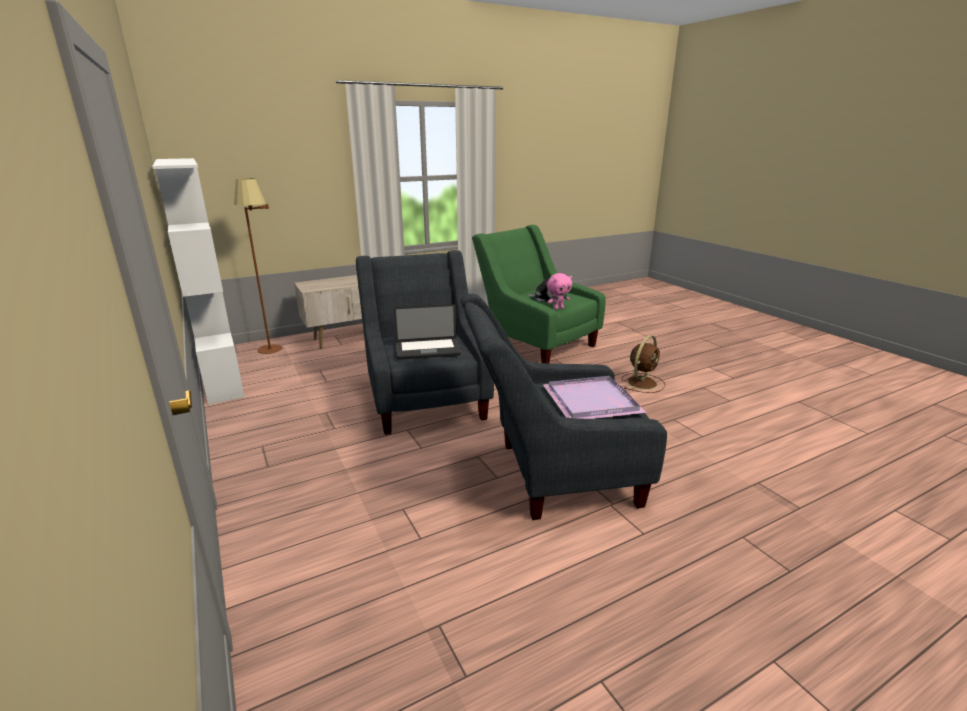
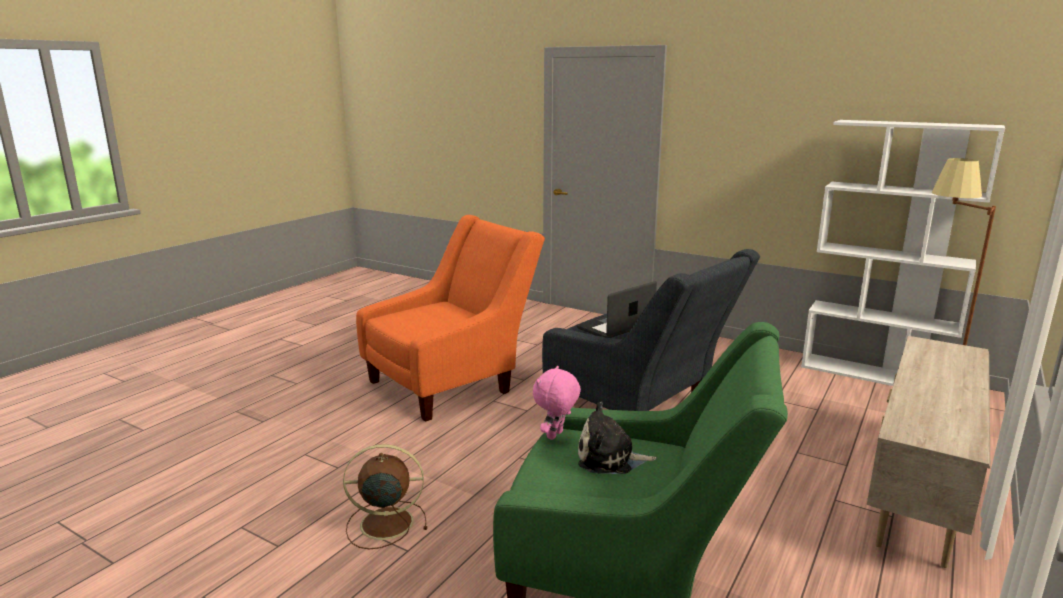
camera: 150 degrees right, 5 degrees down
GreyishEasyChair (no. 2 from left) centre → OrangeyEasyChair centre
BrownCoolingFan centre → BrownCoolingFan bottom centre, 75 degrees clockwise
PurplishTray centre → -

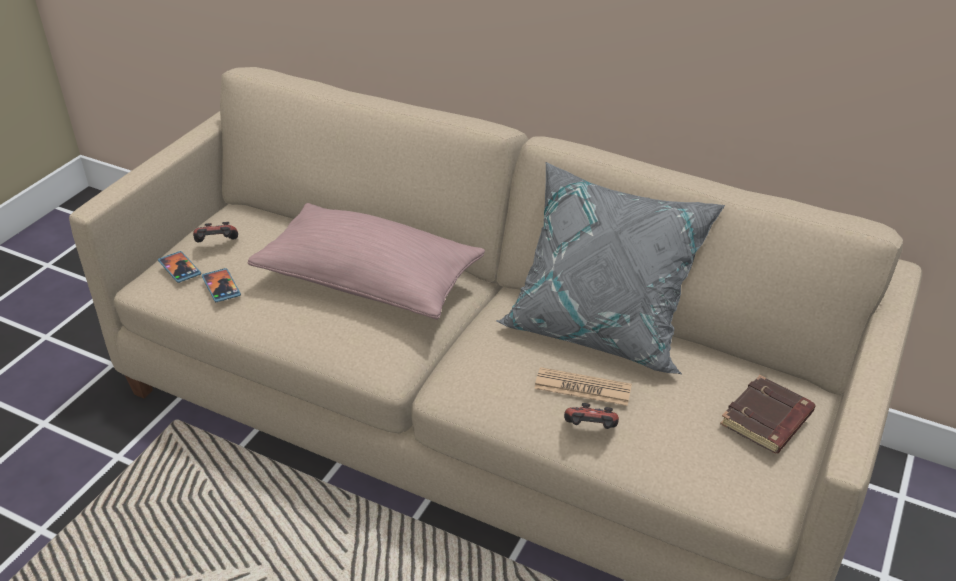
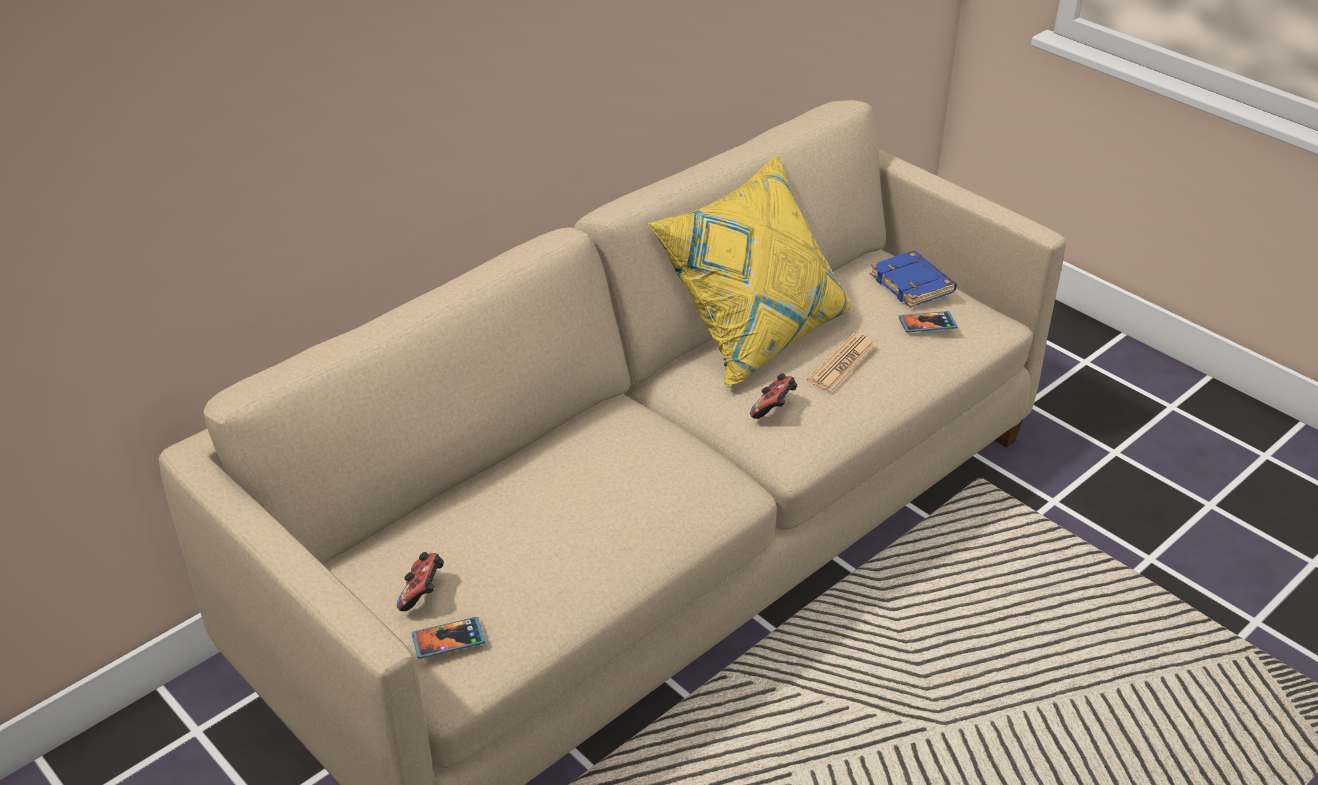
camera: 70 degrees left, 0 degrees up
GreyishCushion centre → YellowCushion centre
PinkCushion centre → -
Telephone (no. 2 from left) middle left → Telephone (no. 2 from left) middle right, shifted
BrownBook bottom right → BlueColouredBook middle right
Gamepad (no. 2 from left) bottom centre → Gamepad (no. 2 from left) centre, shifted

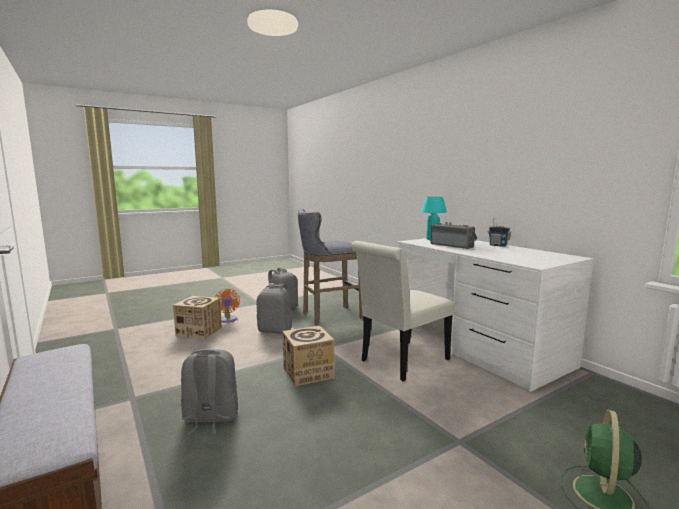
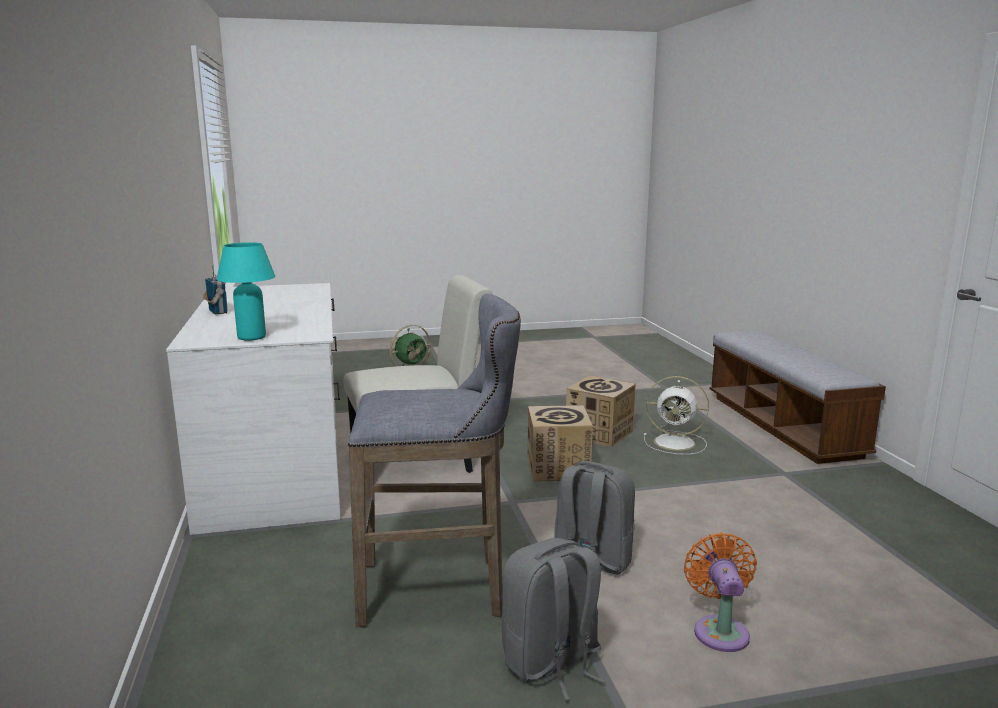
camera: 160 degrees left, 5 degrees up
Radio (no. 1 from left) middle right → -
PackingBox (no. 1 from left in the first image) middle left → PackingBox (no. 2 from left) centre, shifted
GreyishBackpack (no. 1 from left) bottom left → WhiteColouredCoolingFan middle right

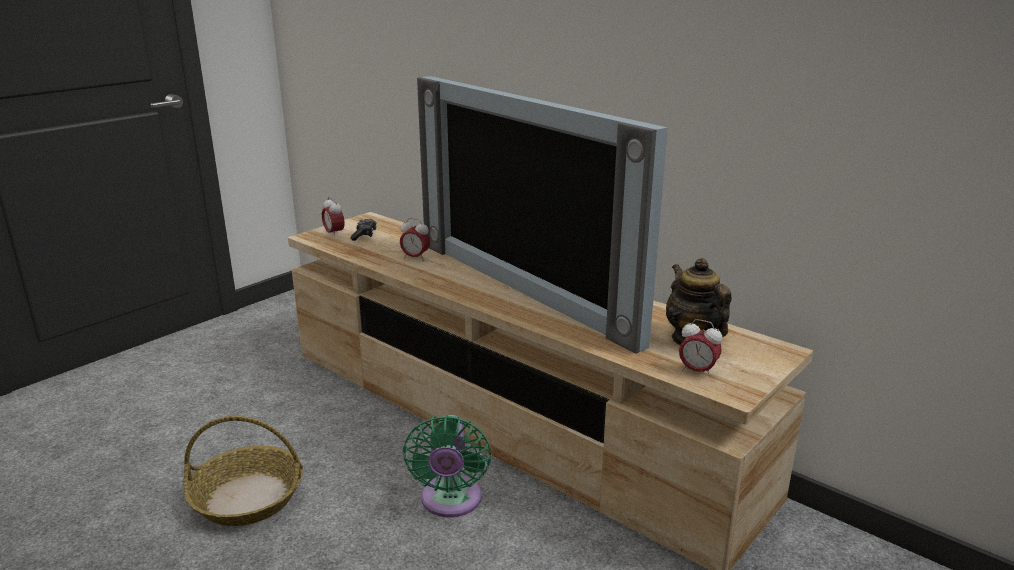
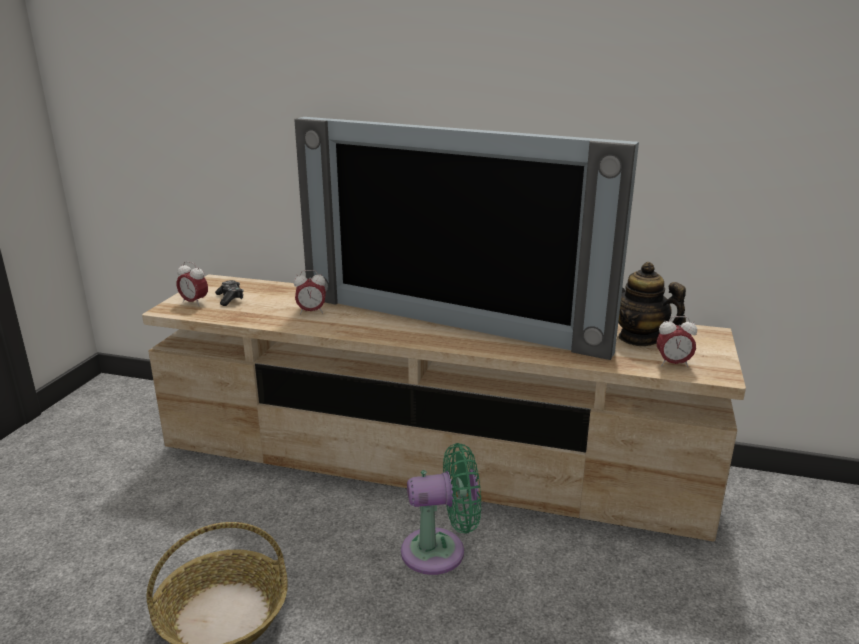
camera: 25 degrees left, 0 degrees up
GreenishCoolingFan bottom centre, 75 degrees counterclockwise

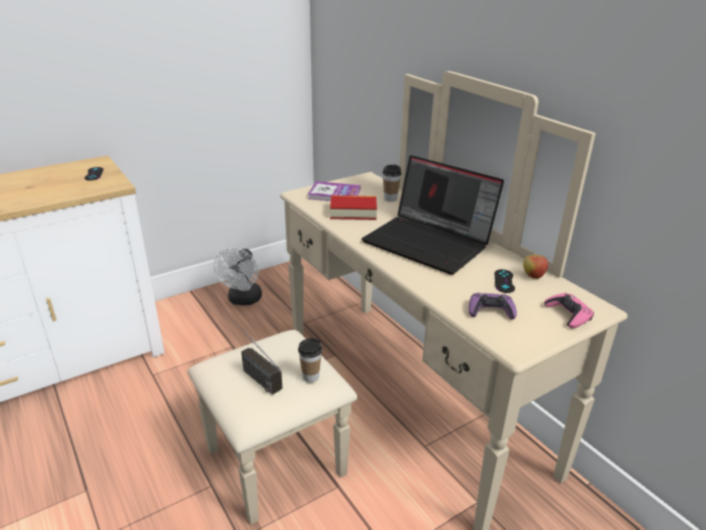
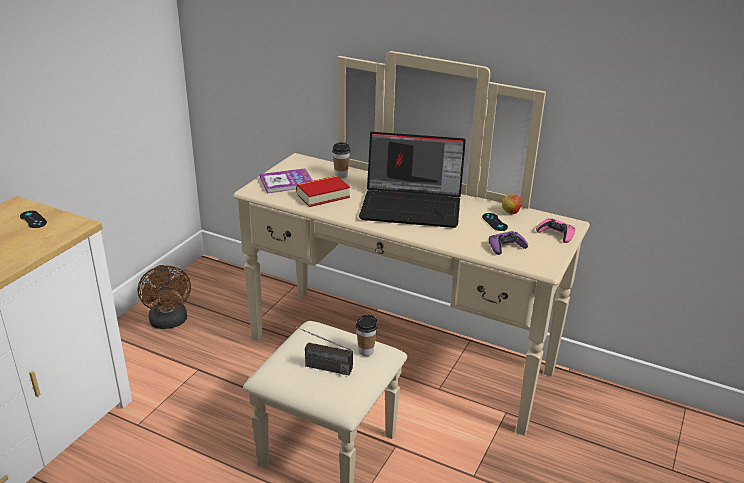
camera: 30 degrees left, 0 degrees up
WhiteColouredCoolingFan centre → BrownCoolingFan middle left

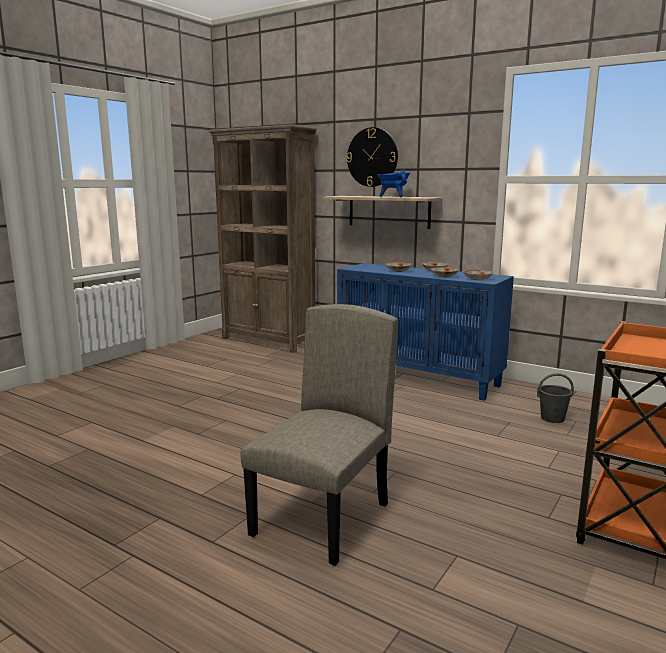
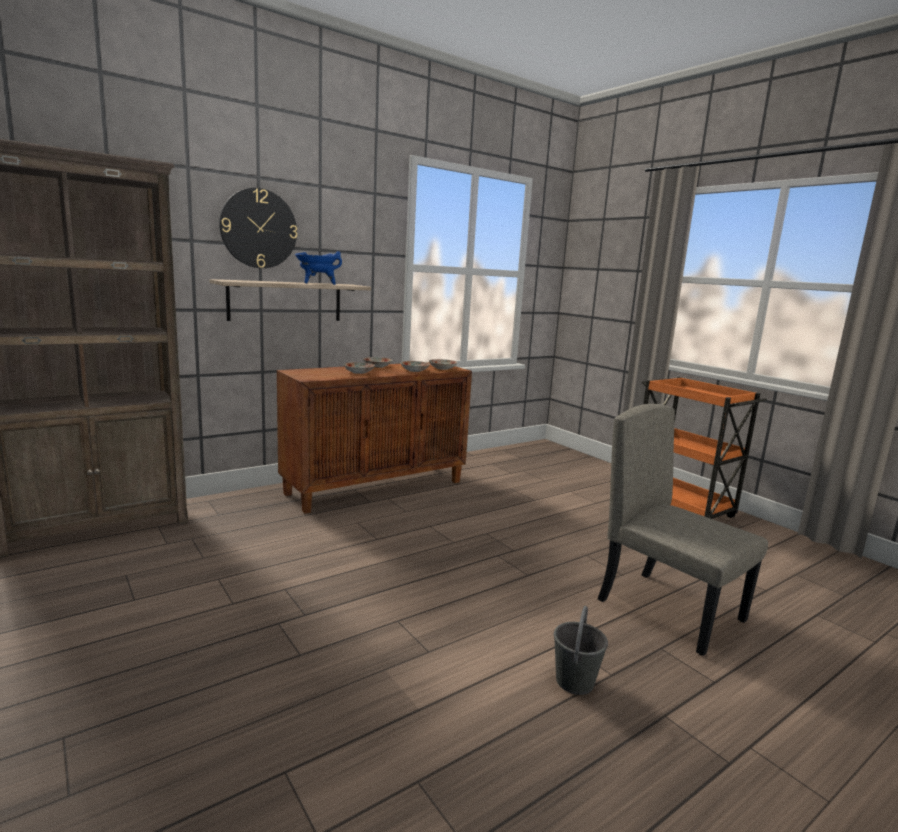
camera: 70 degrees left, 0 degrees up
BlueColouredStorageCabinet centre → BrownStorageCabinet centre
GreyishWaterBucket middle right → GreyishWaterBucket bottom centre, shifted

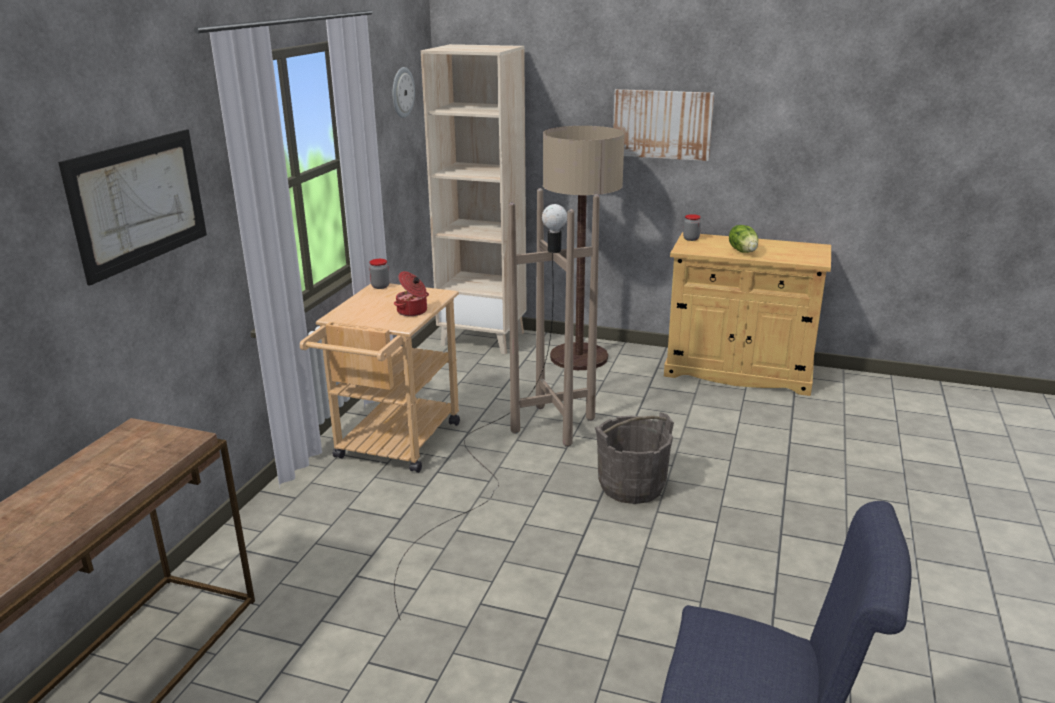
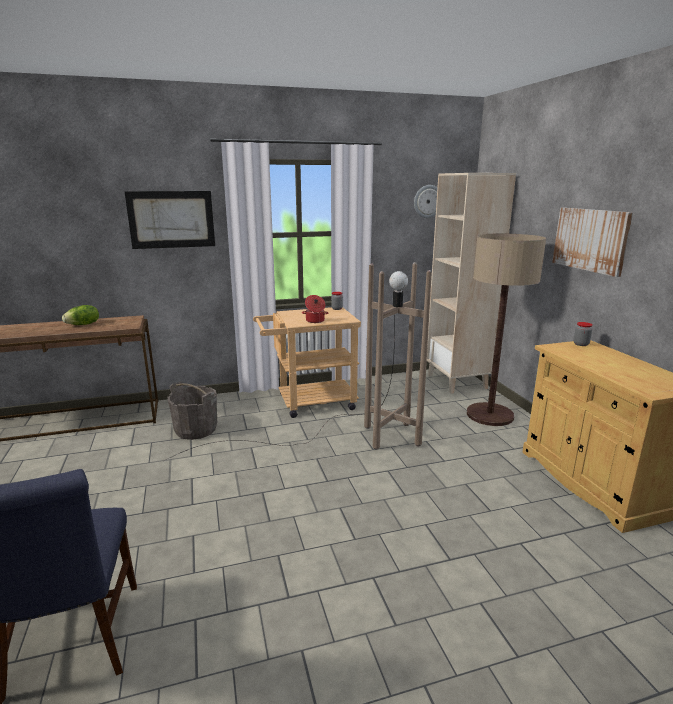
camera: 55 degrees right, 5 degrees down
HeadOfLettuce middle right → HeadOfLettuce middle left, shifted
GreyishWaterBucket centre → GreyishWaterBucket middle left, shifted

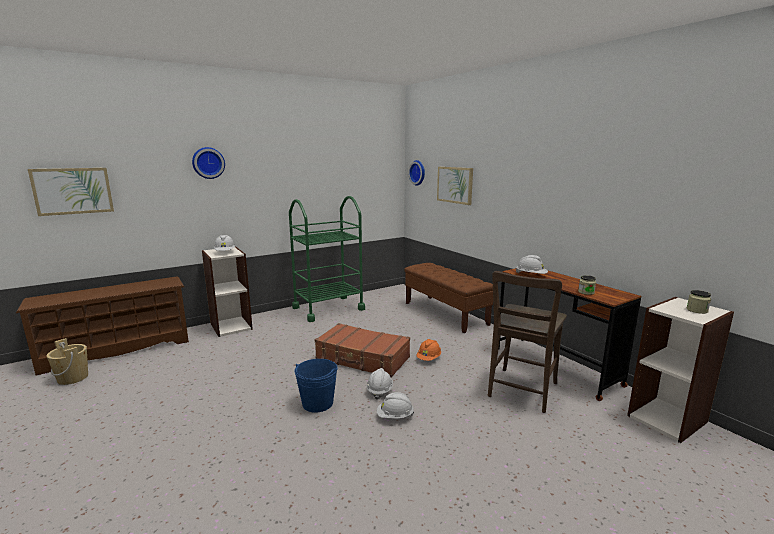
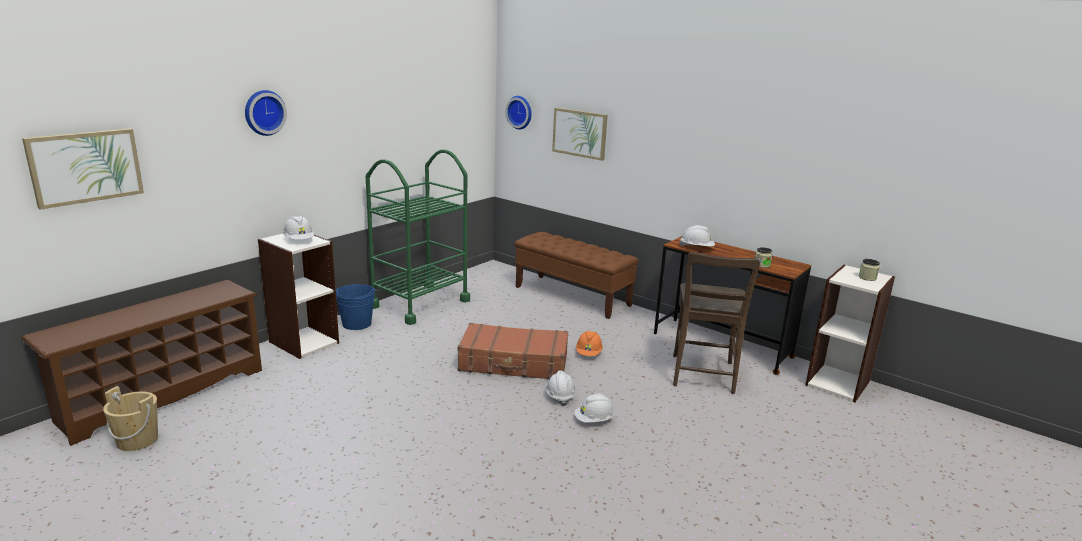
camera: 20 degrees left, 5 degrees up
BlueColouredWaterBucket bottom centre → BlueColouredWaterBucket middle left, shifted

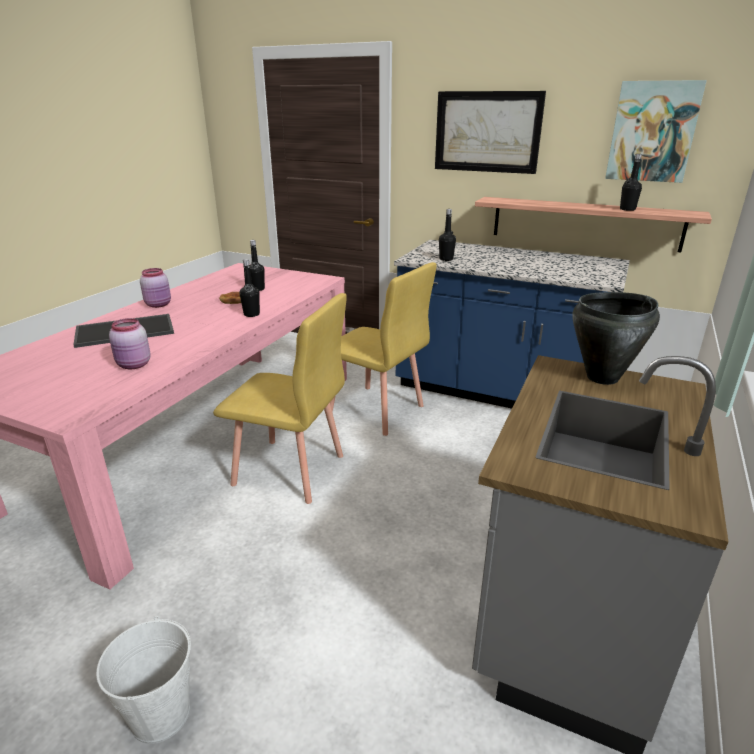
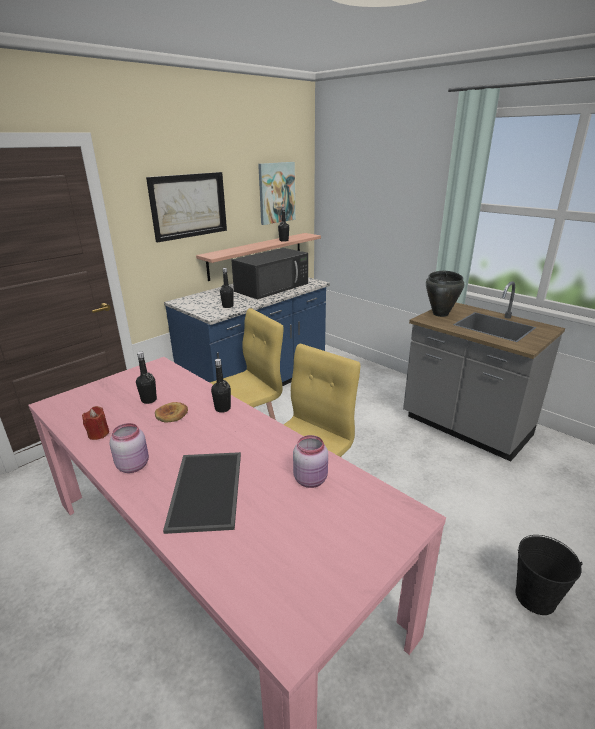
camera: 70 degrees left, 0 degrees up
WhiteColouredWaterBucket bottom left → BlackishWaterBucket bottom right
- → BlackishMicrowave centre
- → RedColouredWaxLight middle left

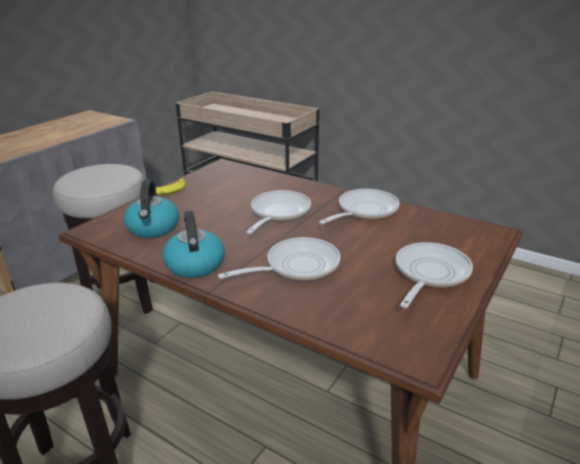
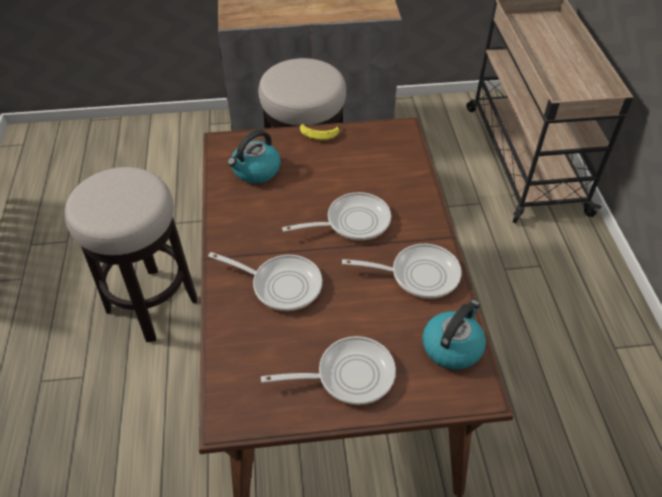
camera: 50 degrees right, 20 degrees up
Kettle (no. 2 from left) centre → Kettle (no. 2 from left) bottom right, shifted

